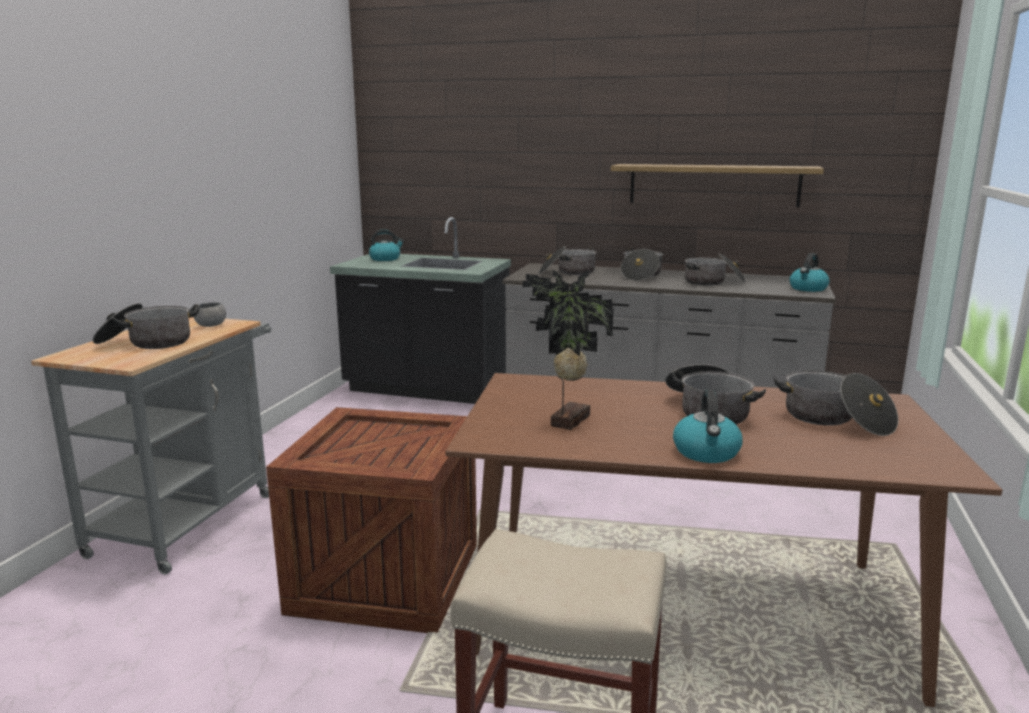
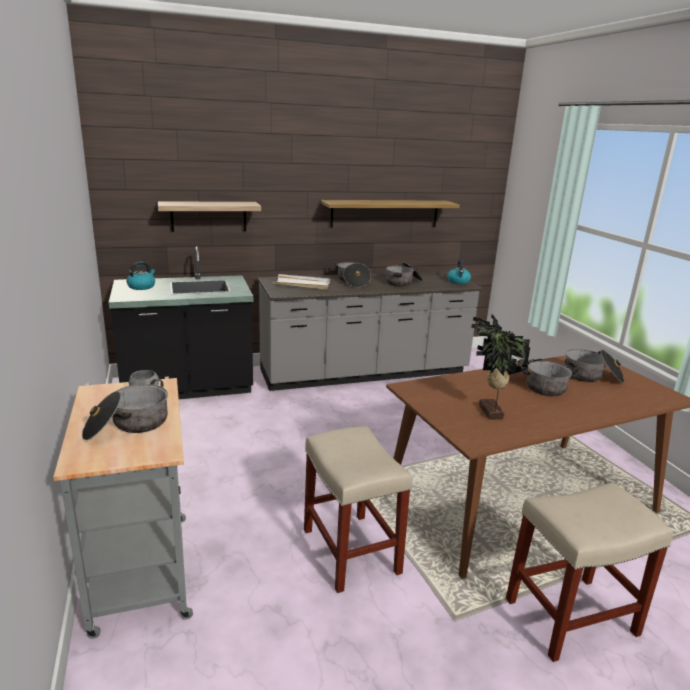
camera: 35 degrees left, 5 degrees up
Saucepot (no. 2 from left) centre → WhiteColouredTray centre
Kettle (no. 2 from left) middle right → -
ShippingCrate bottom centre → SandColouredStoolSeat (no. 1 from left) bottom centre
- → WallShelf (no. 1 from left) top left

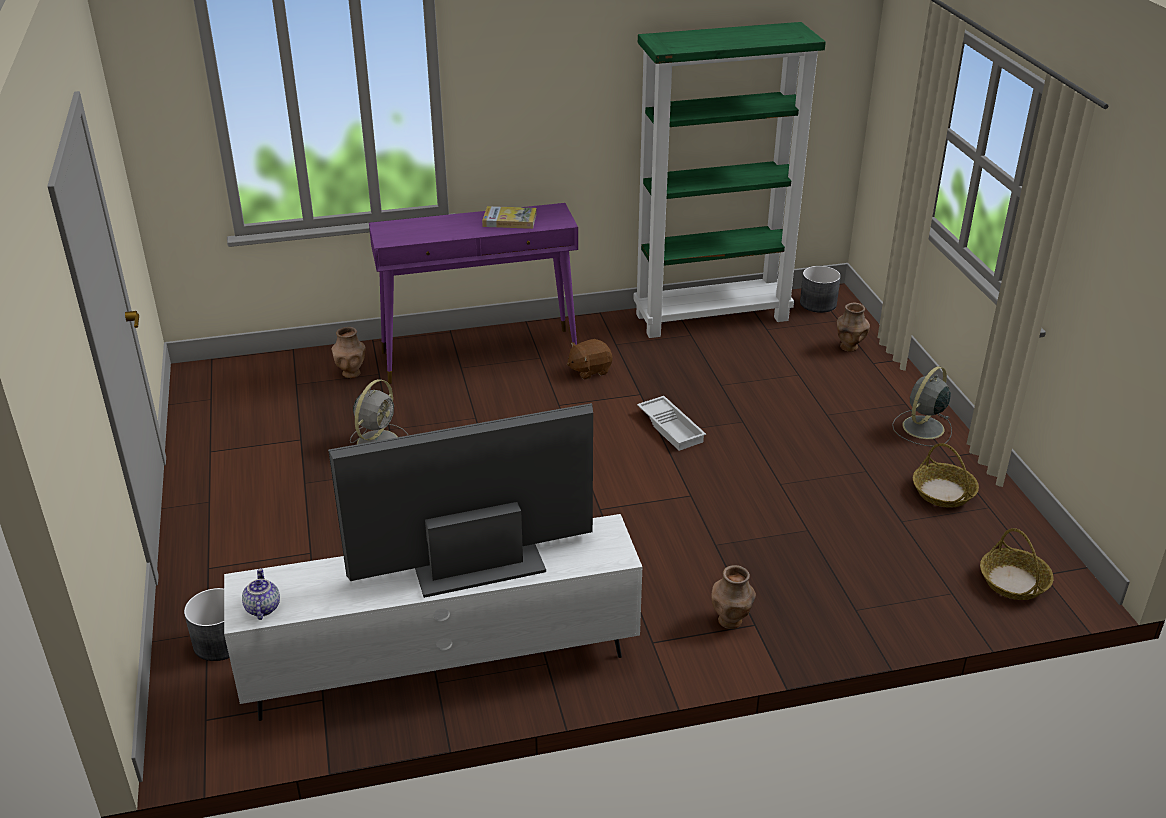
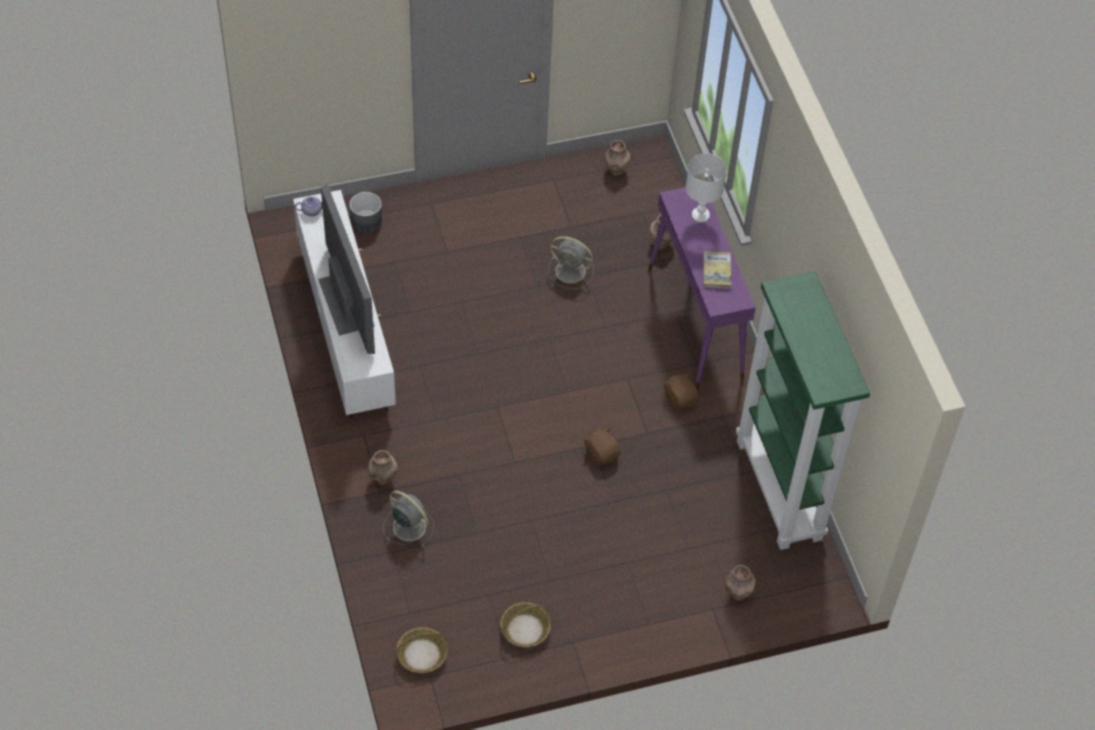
camera: 85 degrees right, 20 degrees up
GreyishFlowerPot (no. 2 from left) middle right → -
GreyishCoolingFan (no. 2 from left in the first image) middle right → GreyishCoolingFan (no. 1 from left) bottom centre, shifted
WhiteColouredTray centre → BrownSoftToy (no. 1 from left) centre
- → BrownVase (no. 2 from left) top centre
- → WhiteColouredLampForATable top centre

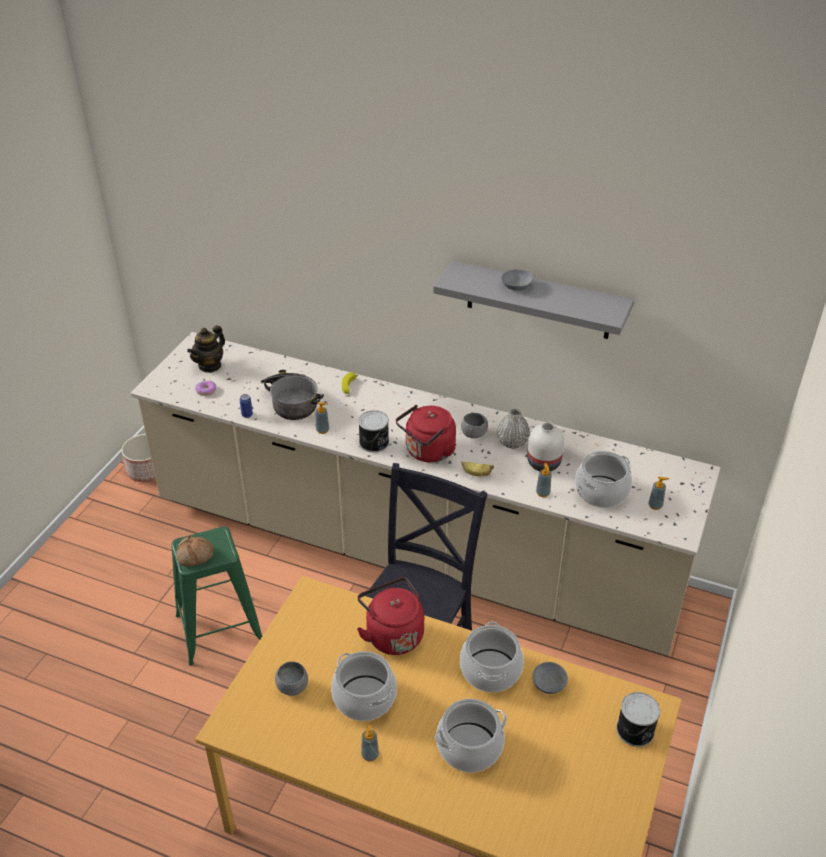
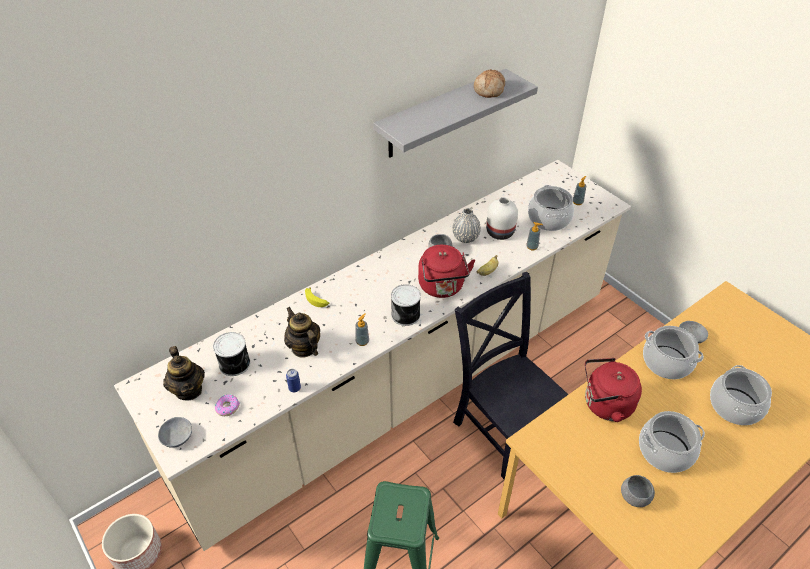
camera: 60 degrees left, 5 degrees up
GreyishServingBowl (no. 3 from left in the first image) top centre → GreyishServingBowl (no. 1 from left) bottom left, shifted
Saucepot (no. 1 from left) centre → PotForTea (no. 2 from left) centre
Bread middle left → Bread top centre, shifted
SealedCan (no. 3 from left in the first image) bottom right → SealedCan (no. 1 from left) middle left, shifted
SoapBottle (no. 2 from left) bottom centre → -

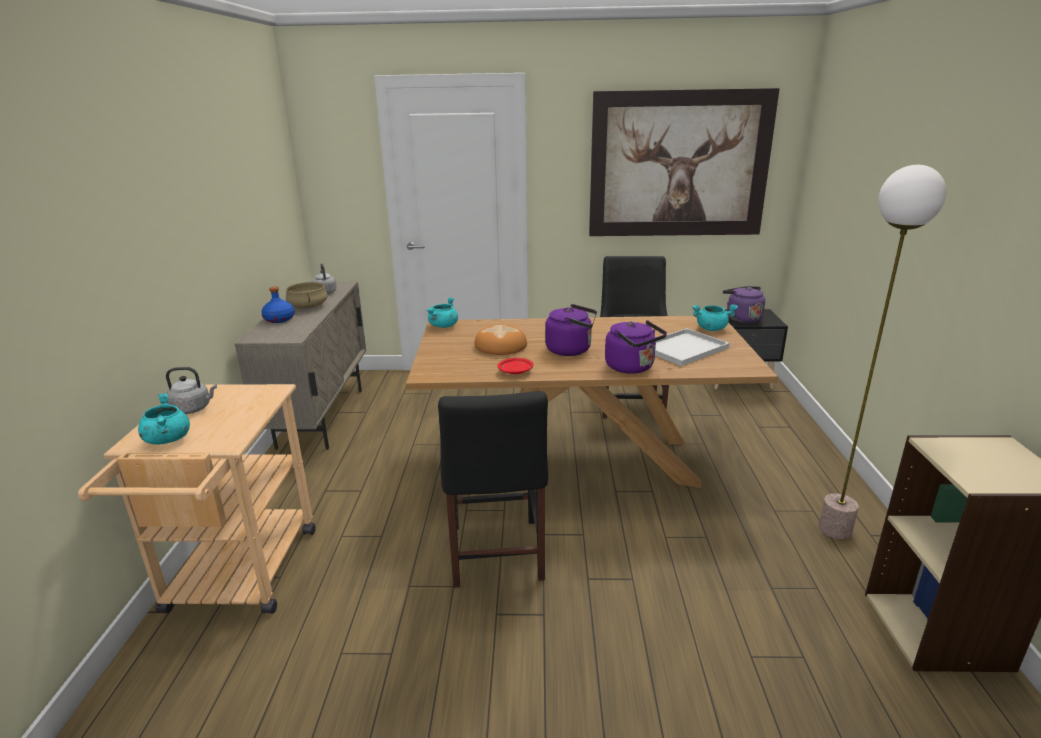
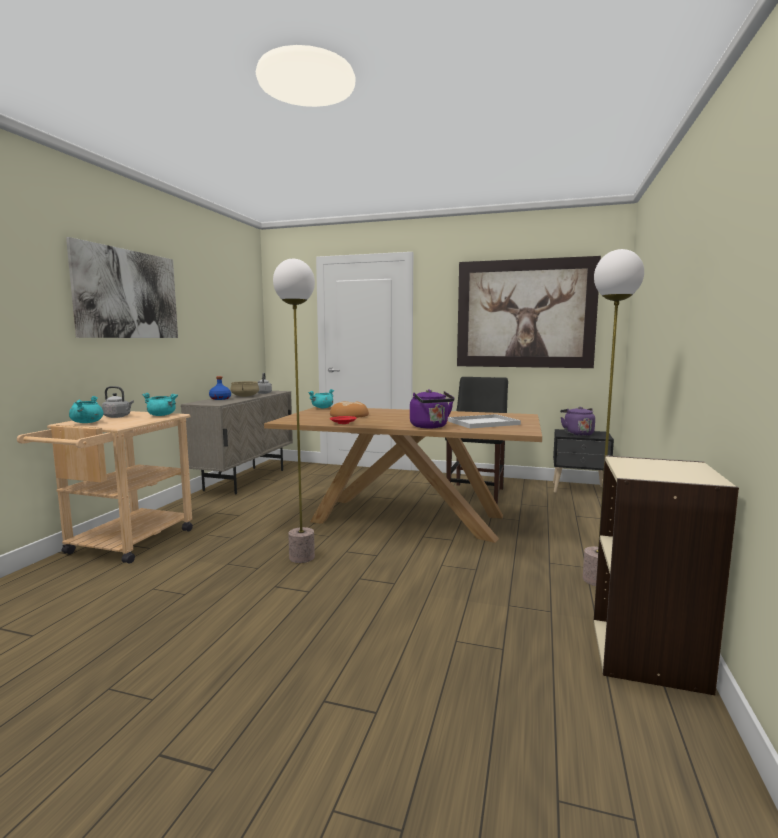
camera: 15 degrees right, 15 degrees down
PurplishKettle (no. 1 from left) centre → -
TurquoiseSaucepot (no. 3 from left in the first image) middle right → TurquoiseSaucepot (no. 2 from left) middle left, shifted
BlackishUprightChair (no. 1 from left) centre → StandingLamp (no. 1 from left) centre
- → WallArt (no. 1 from left) middle left

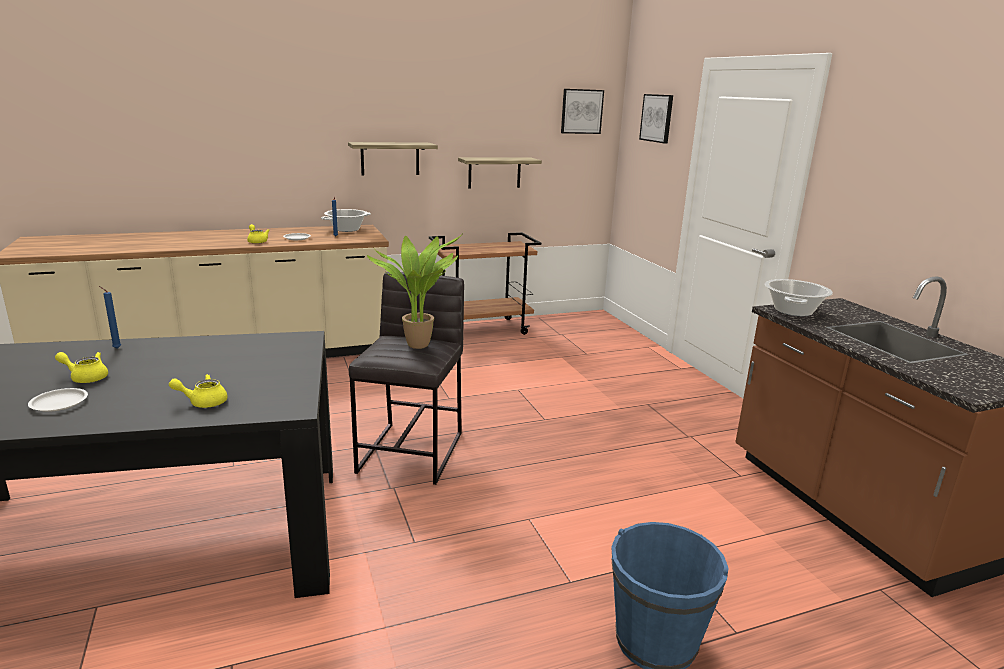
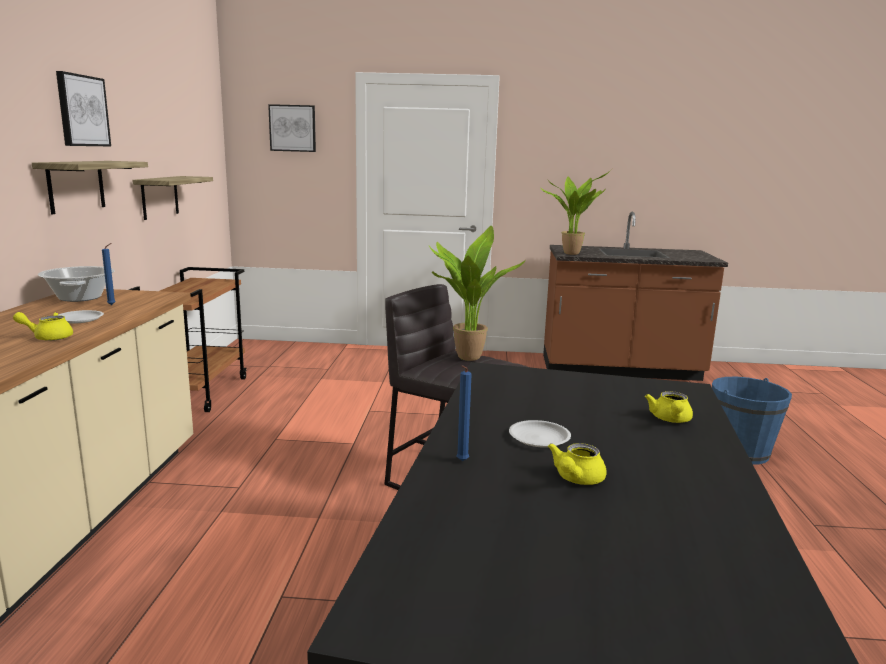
camera: 65 degrees left, 5 degrees down
WallArt (no. 1 from left) top centre → WallArt (no. 1 from left) top left, shifted
Saucepot (no. 2 from left) middle right → PottedPlant (no. 2 from left) top centre
WhiteColouredPlate (no. 1 from left in the first image) middle left → WhiteColouredPlate (no. 2 from left) centre, shifted

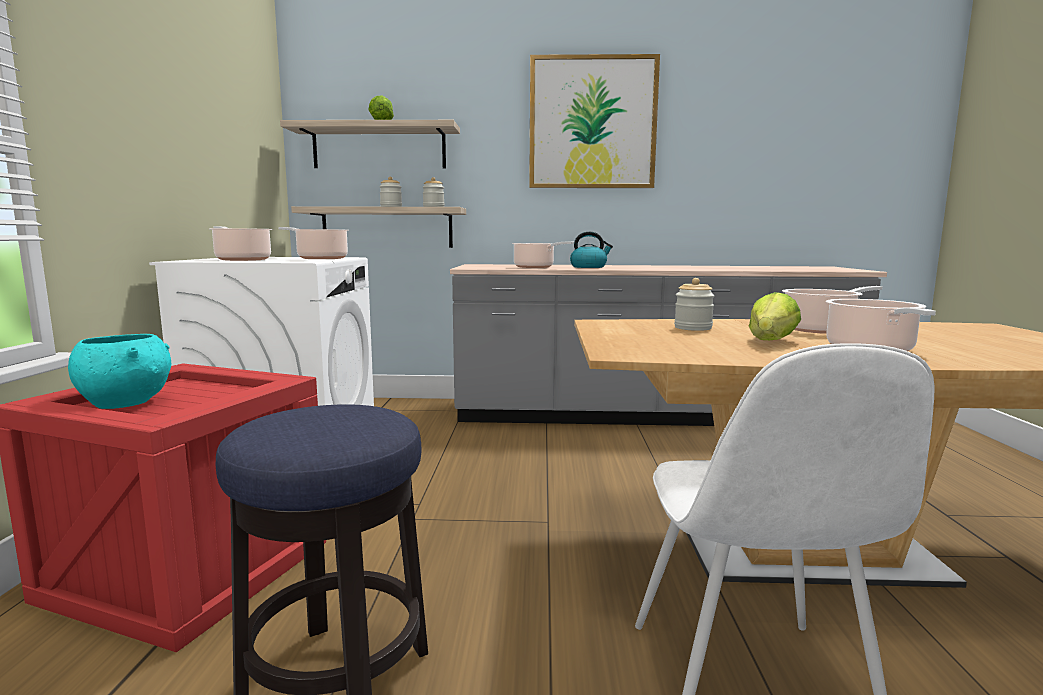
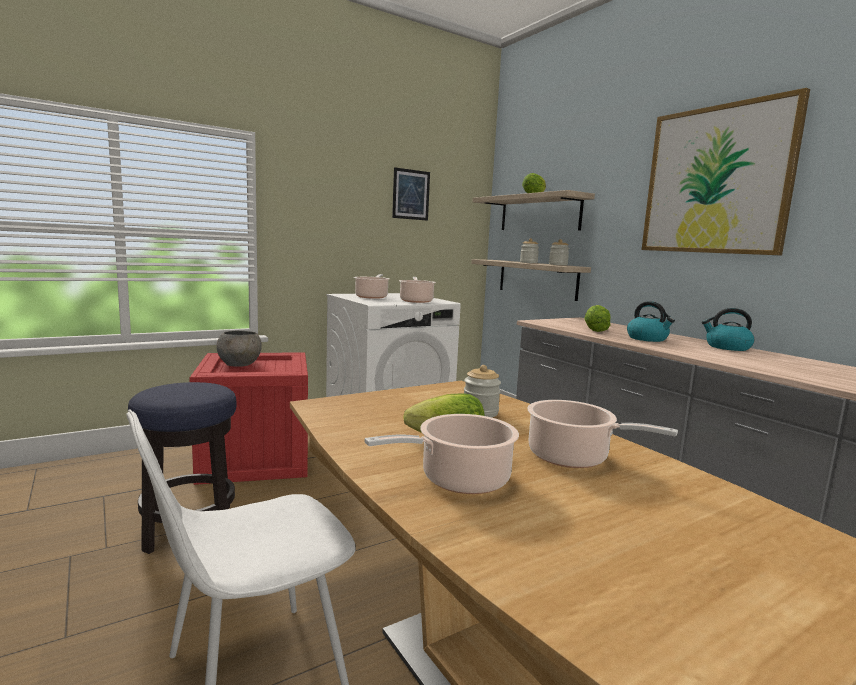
camera: 55 degrees right, 0 degrees up
Saucepot (no. 3 from left) centre → HeadOfLettuce (no. 3 from left) middle right
TurquoiseServingBowl middle left → GreyishServingBowl middle left
- → WallArt (no. 1 from left) top centre
- → Kettle (no. 2 from left) middle right

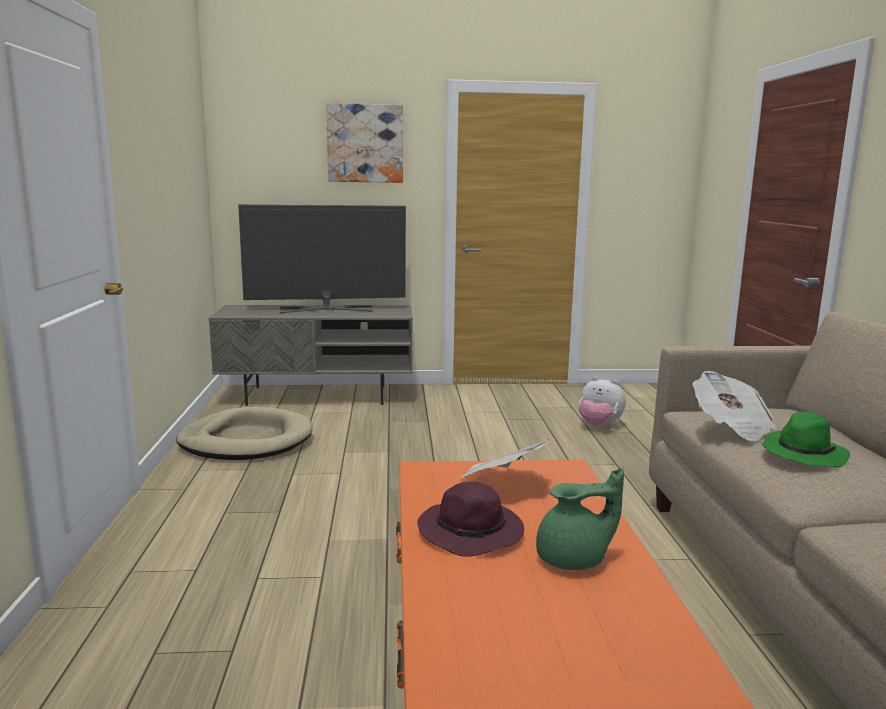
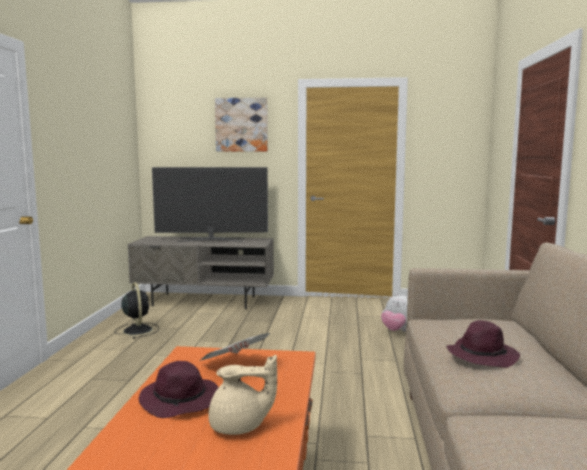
camera: 10 degrees right, 5 degrees down
Newspaper (no. 2 from left) middle right → -
SandColouredDogBed middle left → BlackishCoolingFan middle left
GreenishWearableHat middle right → PurplishWearableHat (no. 2 from left) bottom right
GreenishPotForTea bottom centre → SandColouredPotForTea bottom centre

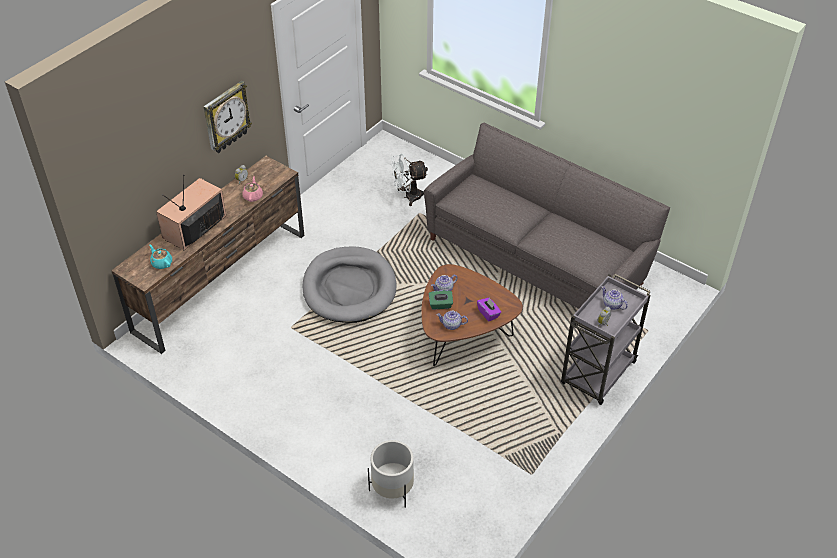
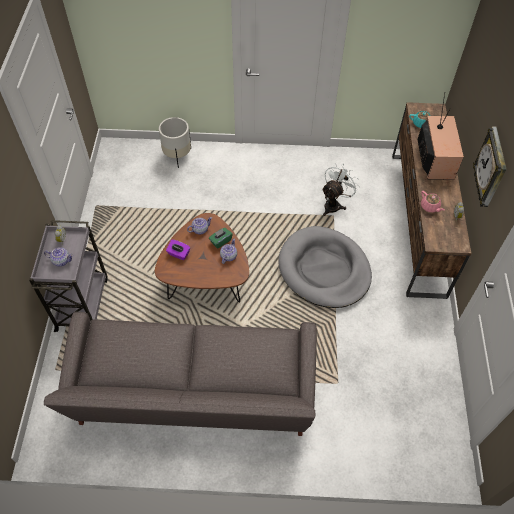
camera: 145 degrees right, 10 degrees up
WhiteColouredCoolingFan top centre → WhiteColouredCoolingFan centre, shifted

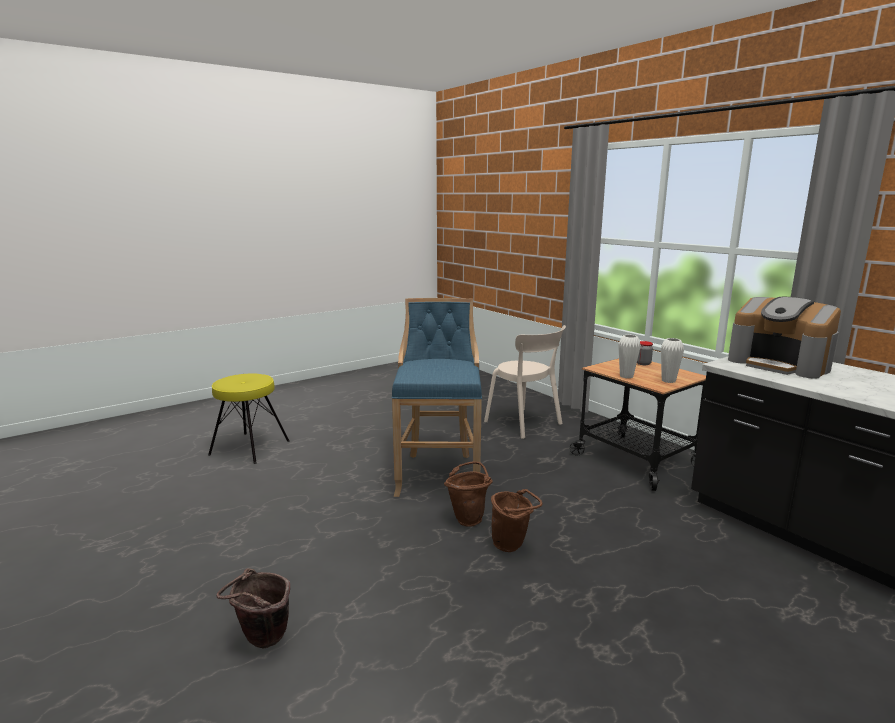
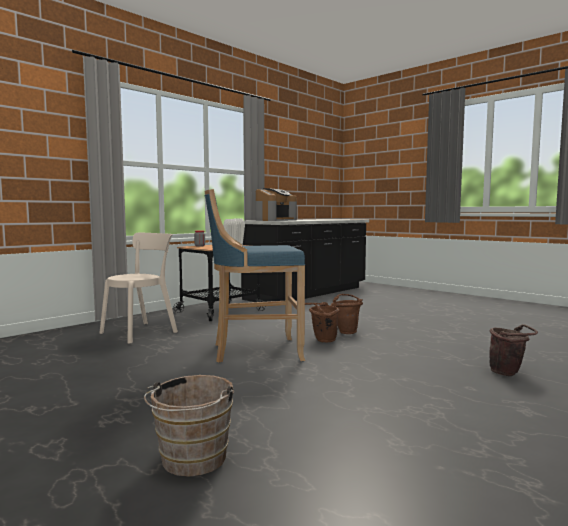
camera: 100 degrees left, 10 degrees down
YellowStoolSeat middle left → BrownWaterBucket (no. 1 from left) bottom left

